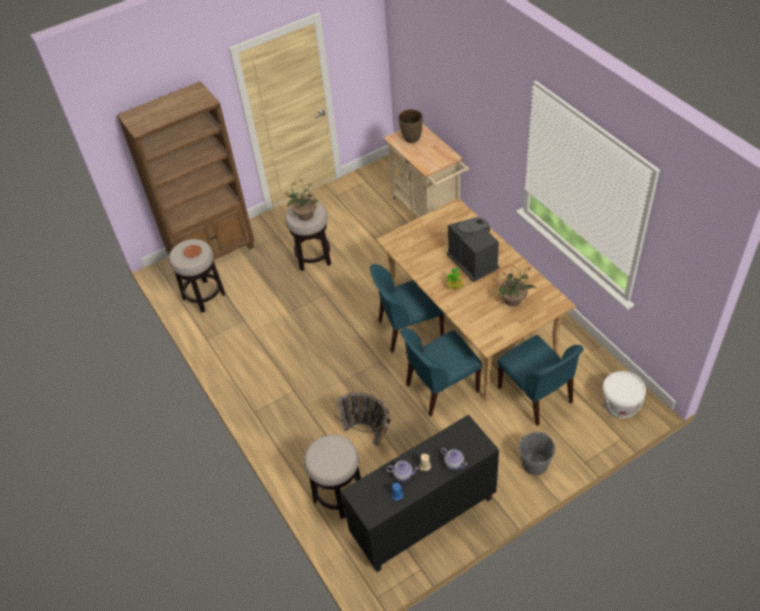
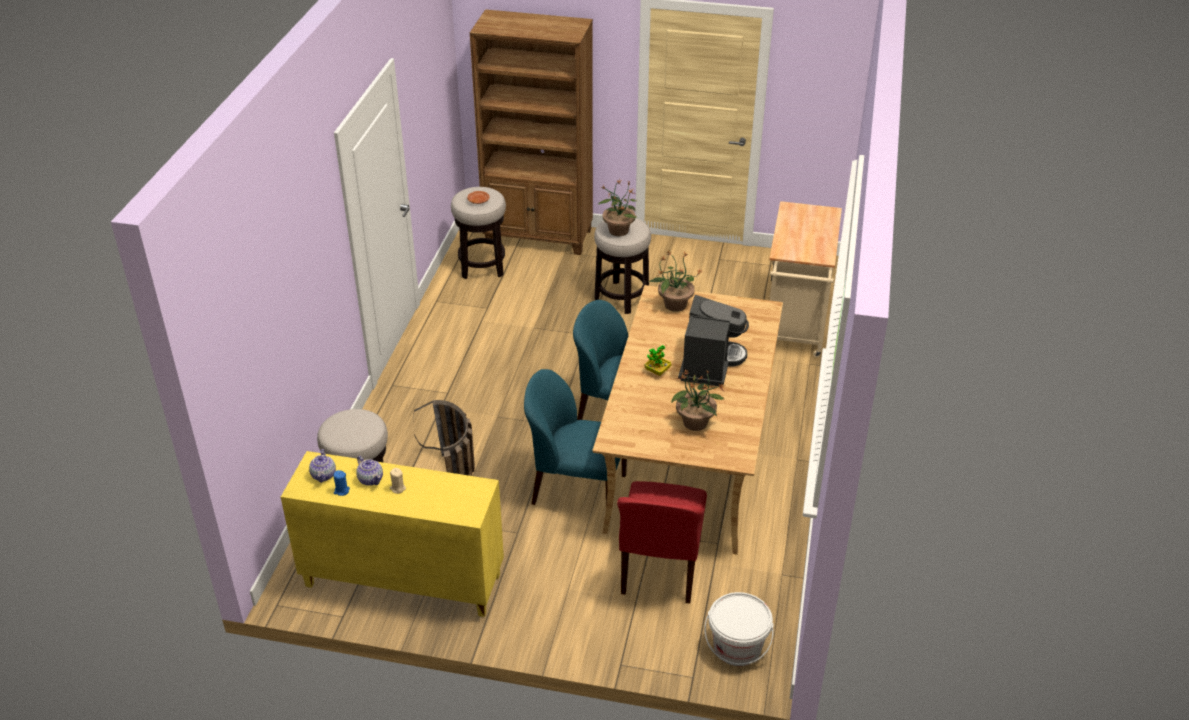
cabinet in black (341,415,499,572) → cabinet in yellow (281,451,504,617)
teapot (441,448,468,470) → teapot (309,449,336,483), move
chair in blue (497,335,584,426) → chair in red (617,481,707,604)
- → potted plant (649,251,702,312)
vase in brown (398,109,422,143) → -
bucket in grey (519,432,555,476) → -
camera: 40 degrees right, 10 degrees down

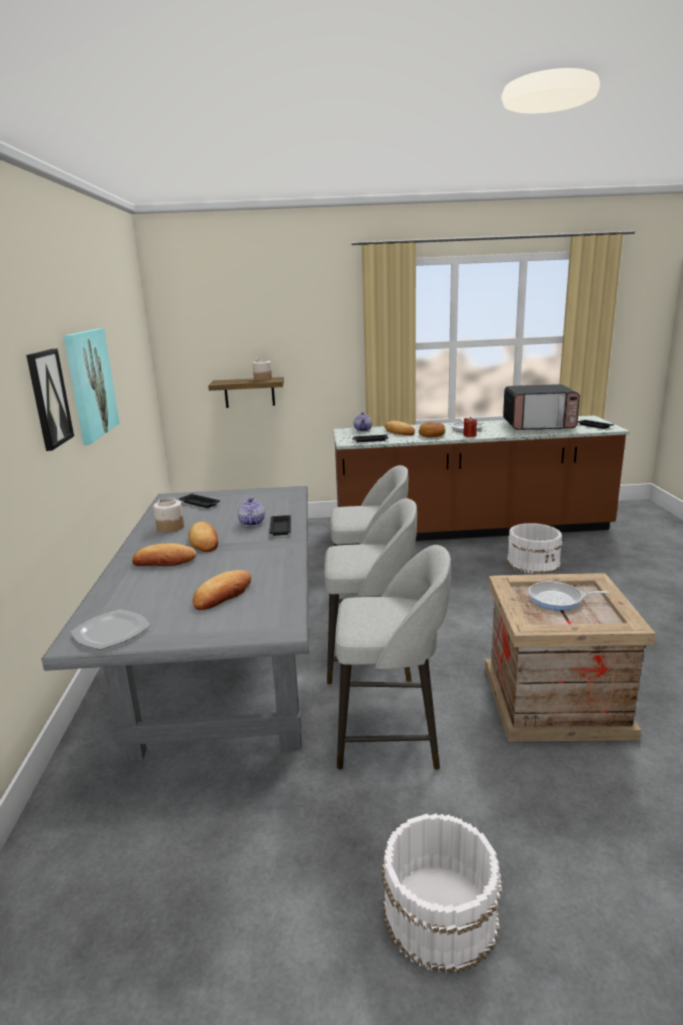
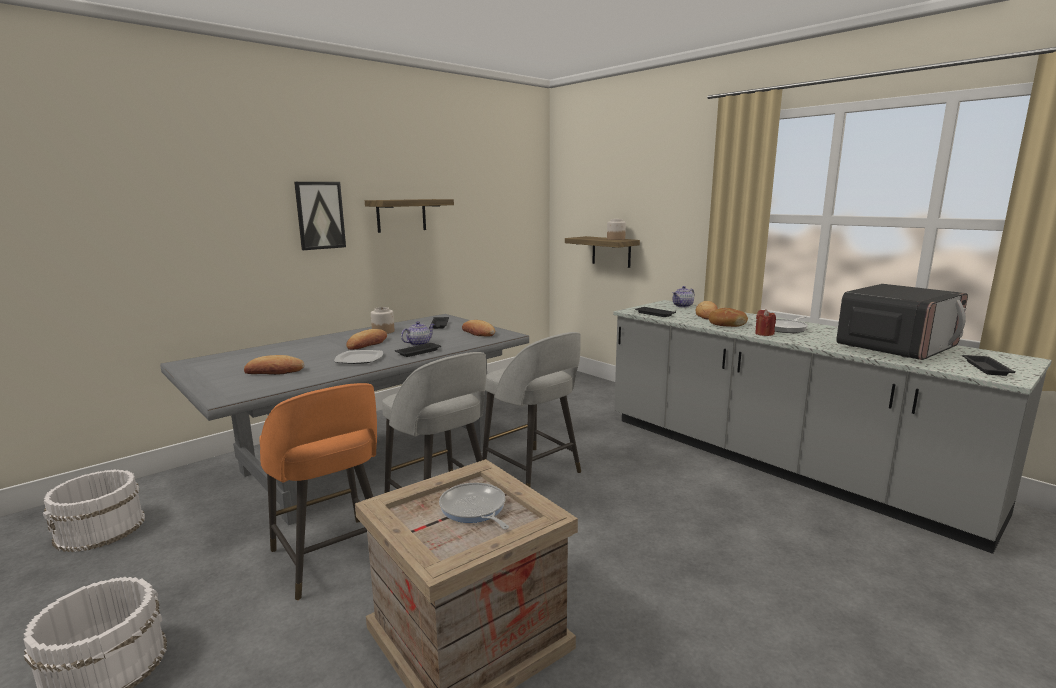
bucket in white (506,523,563,574) → bucket in white (43,469,145,552), move
stool in grey (335,545,451,770) → stool in orange (259,383,377,600)
plate (71,609,150,650) → plate (334,350,383,364), move
picture (64,328,119,445) → shelf (365,199,454,233)
bread (132,543,197,566) → bread (462,320,495,337), move
counter in brown (333,415,630,545) → counter in grey (613,300,1052,554)
microwave (503,384,580,430) → microwave (836,284,968,360), 90 degrees counterclockwise
camera: 50 degrees right, 5 degrees down

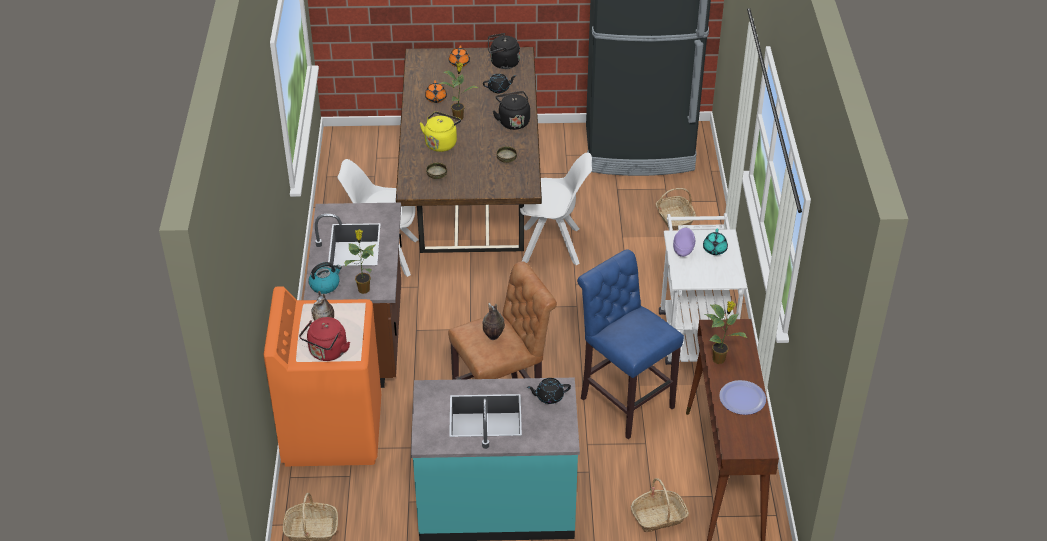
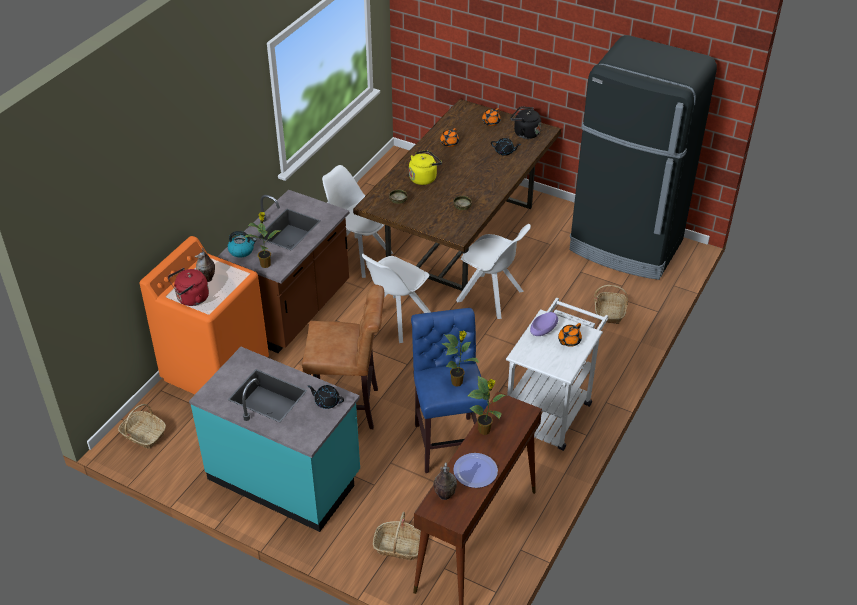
- → chair in white (362,254,431,343)
vase (482,303,505,340) → vase (433,463,457,500), move
potted plant (439,62,478,121) → potted plant (441,331,479,386), move
teapot in turquoise (703,228,728,255) → teapot in orange (558,323,582,347)
kettle in black (493,91,530,130) → -
camera: 30 degrees right, 0 degrees up

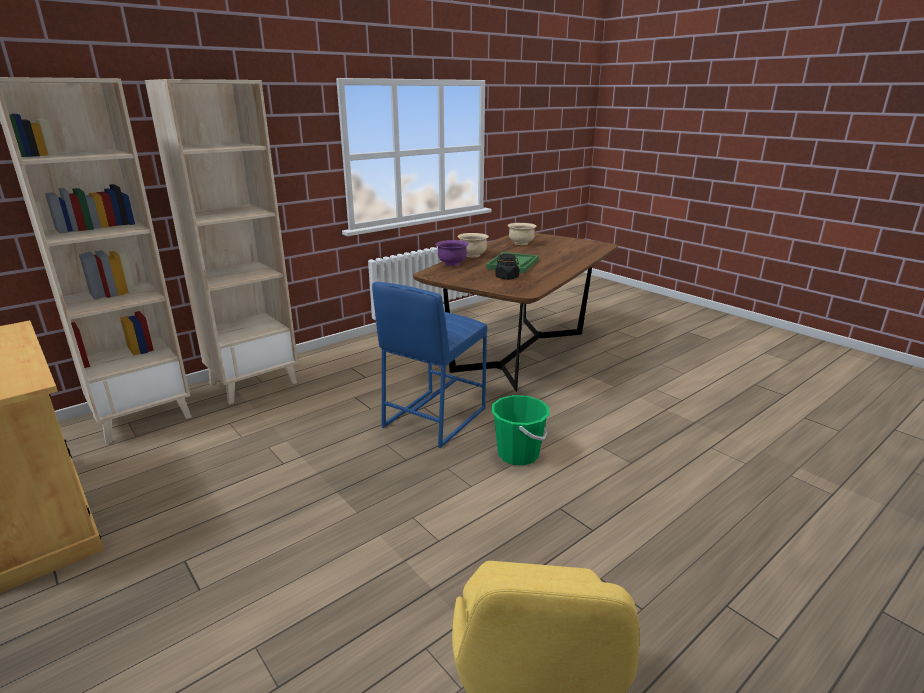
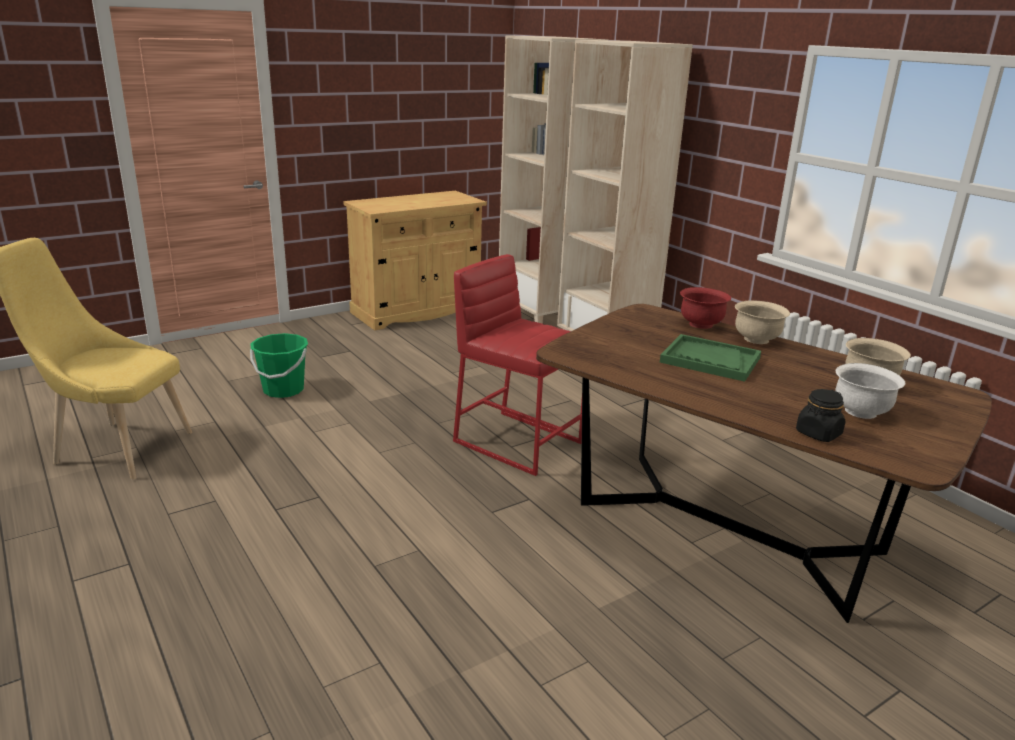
bucket in green (491,395,550,465) → bucket in green (250,333,308,398), move
stool in blue (372,282,487,448) → stool in red (453,254,582,476)
bowl in purple (435,240,469,266) → bowl in red (680,287,731,329)
jar in black (495,254,519,280) → jar in black (796,389,845,442), move
- → bowl in white (835,363,905,419)
camera: 95 degrees right, 0 degrees up

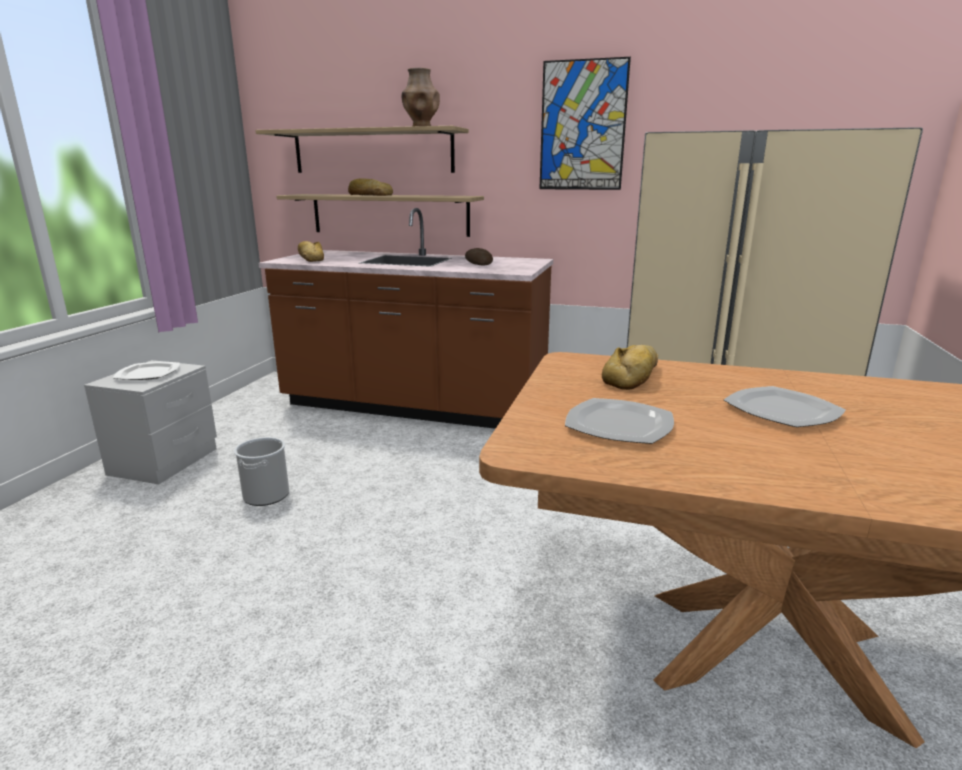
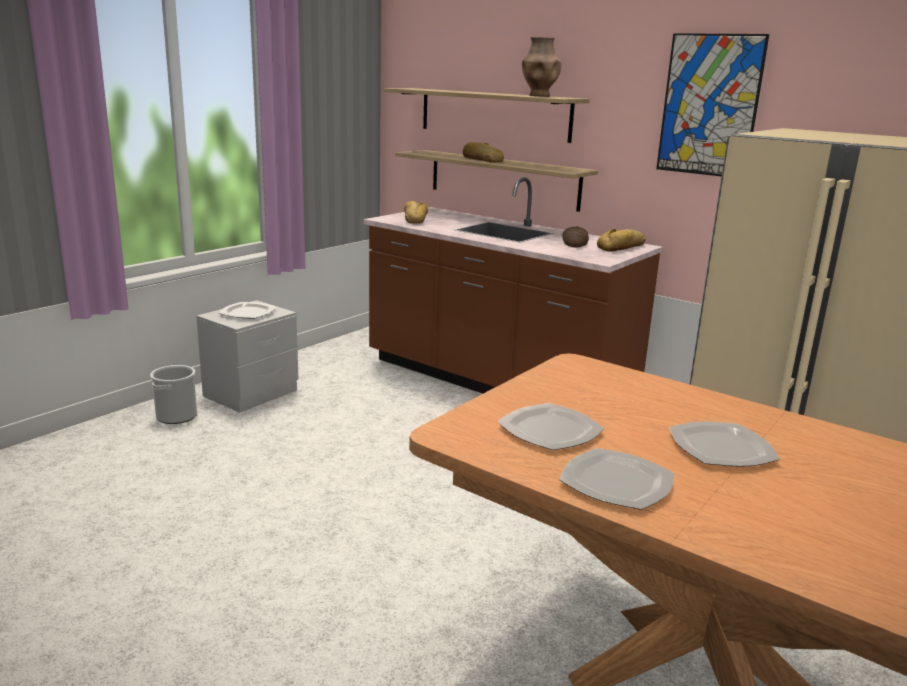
bucket (234,437,289,506) → bucket (150,365,197,424), move
- → plate (559,448,674,510)
bread (602,345,658,390) → bread (597,228,646,251), move
camera: 20 degrees right, 0 degrees up

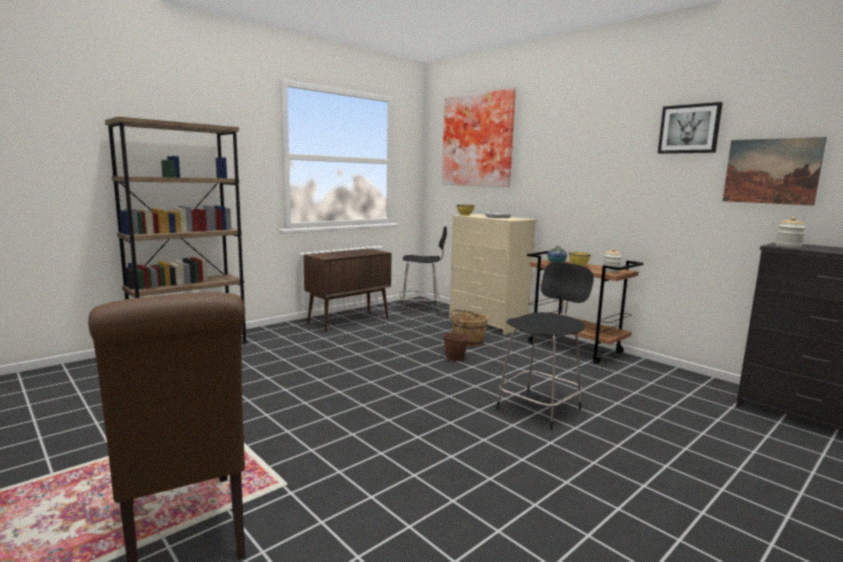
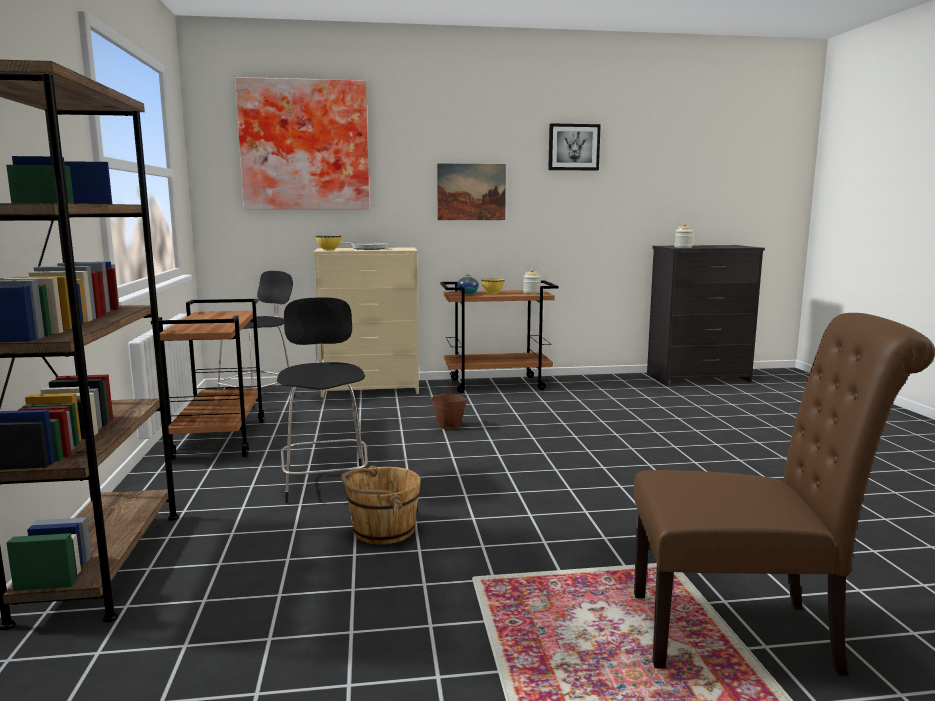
cabinet in brown (303,248,392,332) → cart in brown (151,299,264,460)
stool in black (496,262,594,430) → stool in black (277,297,368,503), move
bucket in brown (451,309,488,346) → bucket in brown (341,466,421,545), move
picture (723,137,827,206) → picture (437,163,506,220), move
camera: 55 degrees left, 0 degrees up

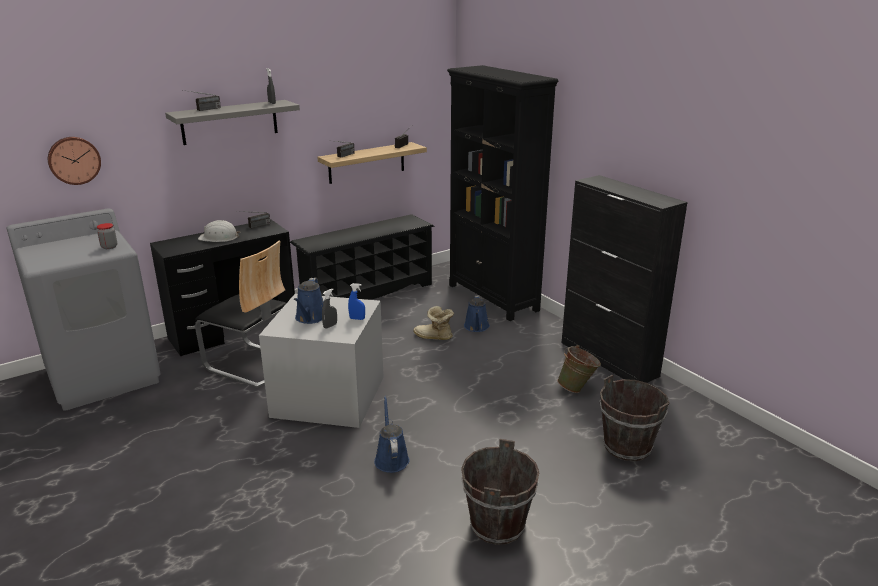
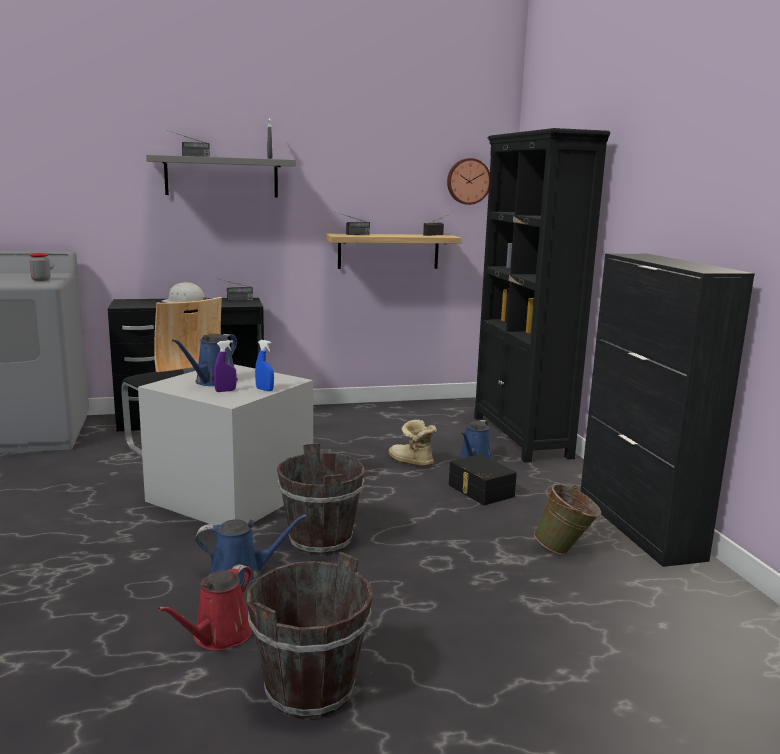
- → watering can in red (158,564,252,651)
watering can in blue (374,396,410,473) → watering can in blue (195,514,307,586), 75 degrees clockwise
spray bottle in grey (322,289,337,329) → spray bottle in purple (213,340,237,392)
bucket in brown (600,375,669,461) → bucket in brown (277,443,365,556), move
wall clock (48,137,101,185) → wall clock (447,158,490,205), move
- → storage box in black (449,454,517,505)
shoe rack in black (290,214,435,300) → -
camera: 20 degrees right, 10 degrees down

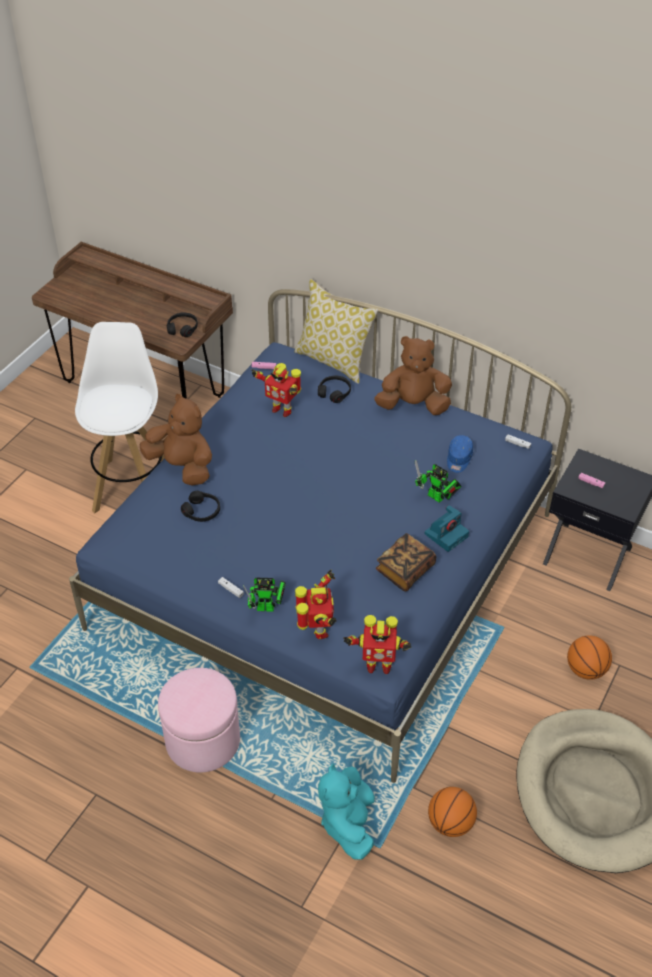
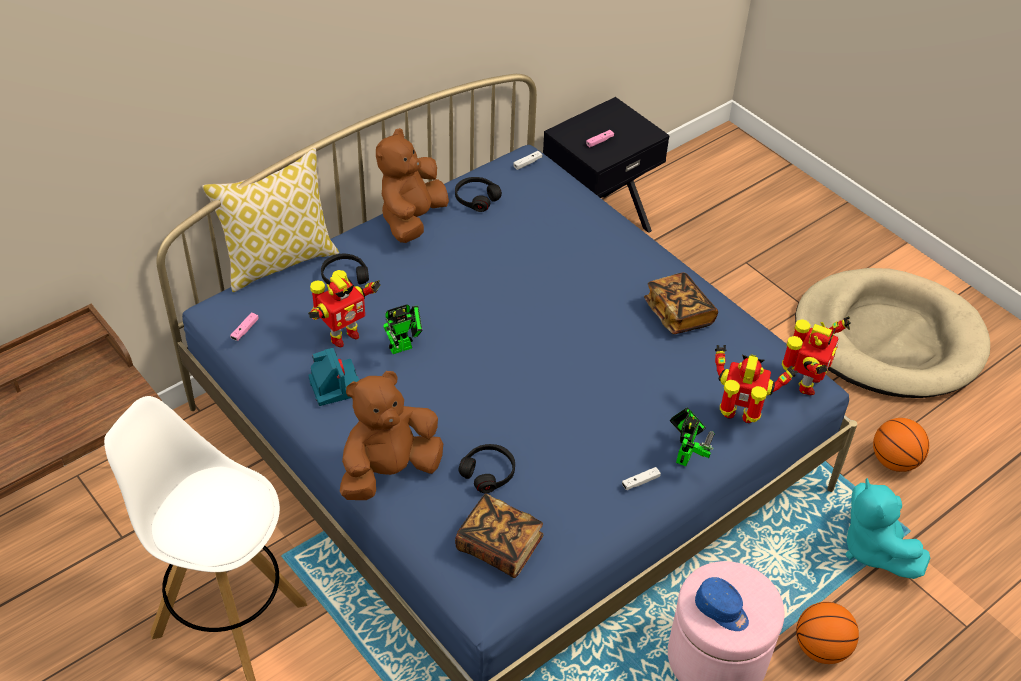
photo camera (425,505,469,552) → photo camera (308,348,359,406), move
toy robot (415,460,462,503) → toy robot (383,304,422,354), move
headphones in black (167,313,198,337) → headphones in black (455,177,502,212), move
- → book (455,494,544,578)
cap in blue (447,435,473,473) → cap in blue (695,577,749,631), move
basketball (567,635,612,680) → basketball (796,602,859,664), move
plush toy in turquoise (318,764,375,860) → plush toy in turquoise (845,478,930,579), 45 degrees clockwise
camera: 70 degrees left, 0 degrees up

